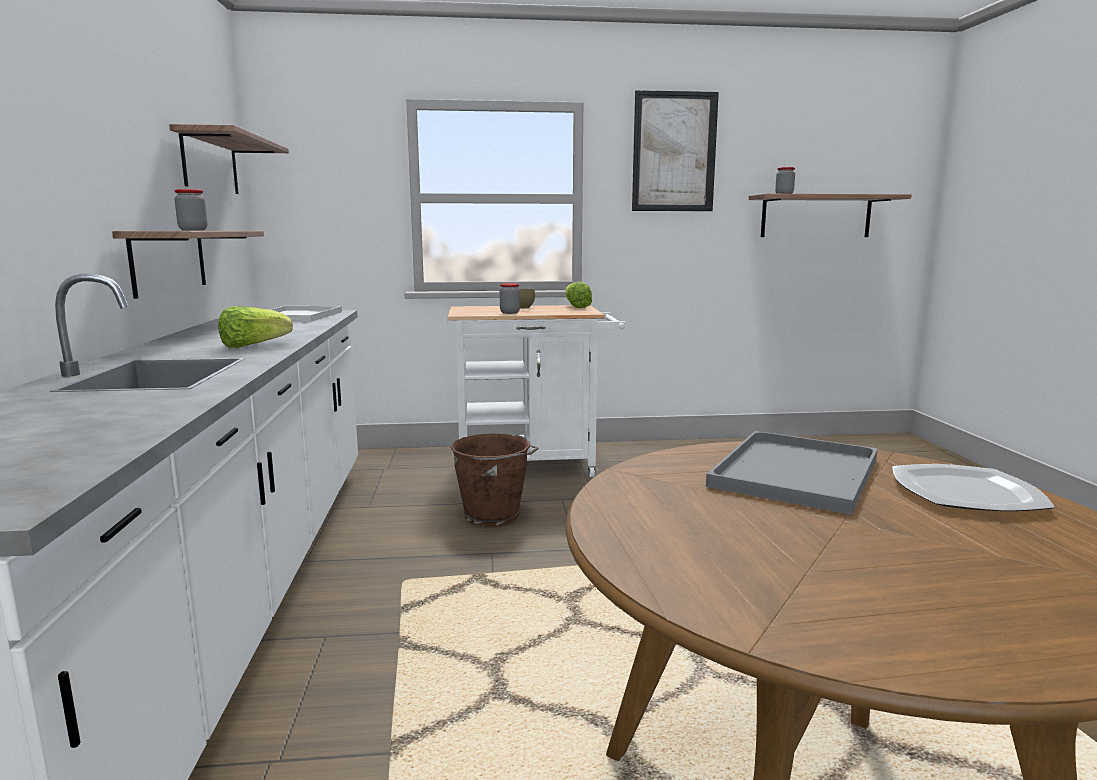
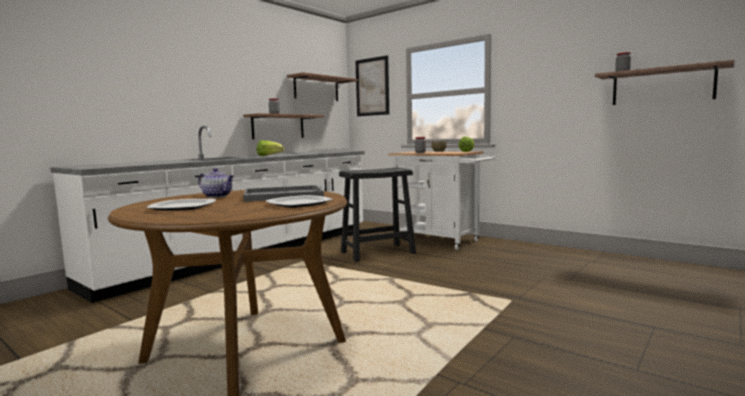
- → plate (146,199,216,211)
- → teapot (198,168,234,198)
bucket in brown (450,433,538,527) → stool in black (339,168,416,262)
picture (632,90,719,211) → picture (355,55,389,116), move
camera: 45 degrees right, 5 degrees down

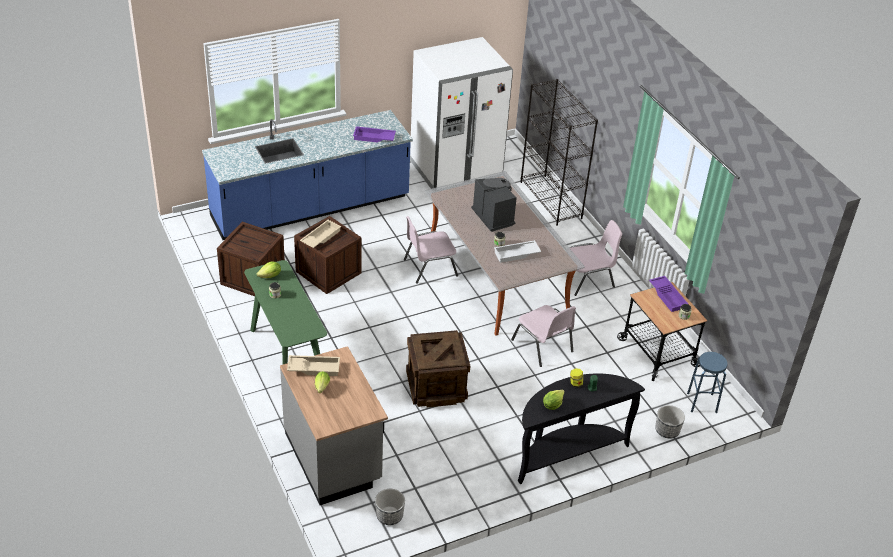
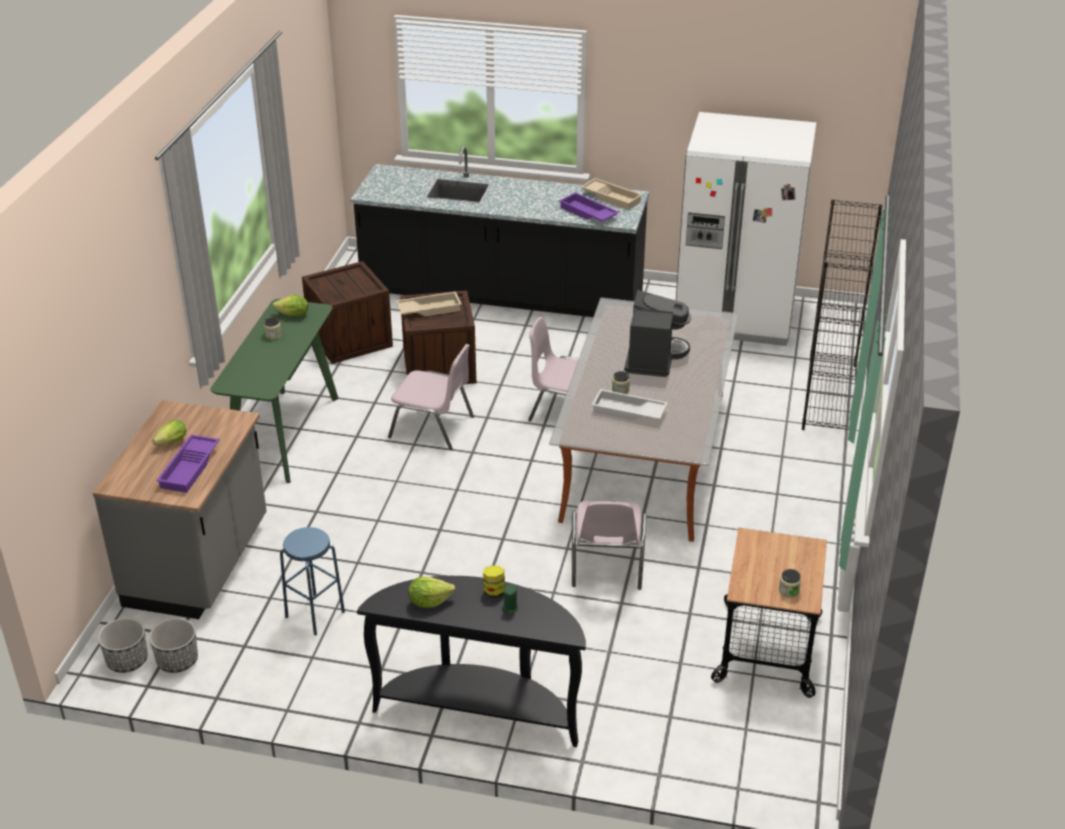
planter (655,405,685,438) → planter (98,618,148,673), move
tray in purple (649,276,688,312) → tray in purple (156,435,220,493), move
stool in blue (687,352,728,413) → stool in blue (280,527,345,635), move
counter in blue (202,110,413,240) → counter in black (351,147,649,317)
chair in pink (570,220,622,296) → chair in pink (388,344,474,450), move
tray in beige (287,355,340,376) → tray in beige (581,178,643,210), move
crate (406,330,470,407) → -
camera: 40 degrees right, 5 degrees down

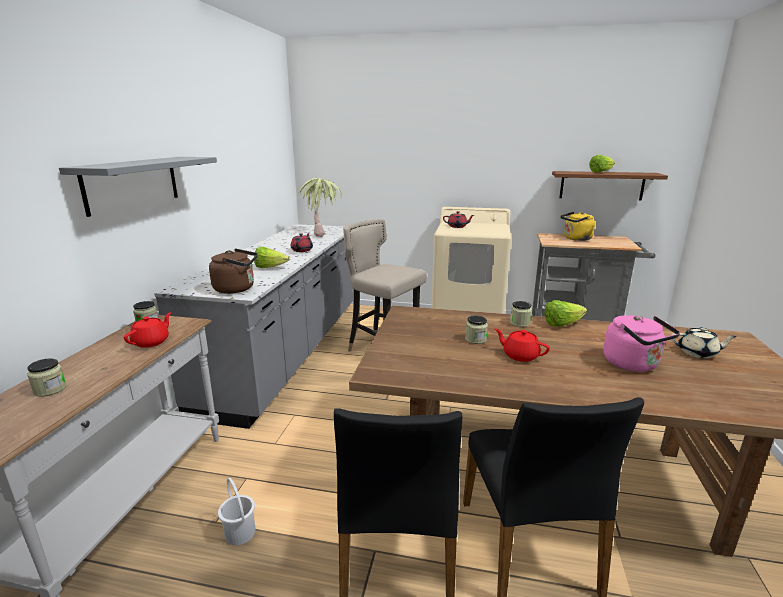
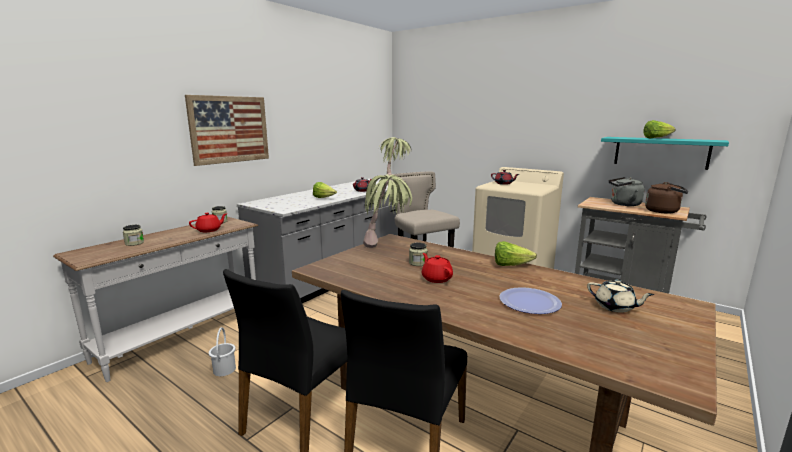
shelf in grey (59,157,217,217) → picture (185,95,269,166)
- → potted plant (363,174,412,248)
kettle in pink (603,315,680,372) → plate (499,287,562,314)
shelf in brown (552,171,668,201) → shelf in turquoise (601,137,729,170)
kettle in yellow (560,212,595,241) → kettle in grey (609,177,645,206)
kettle in brown (209,249,258,294) → kettle in brown (645,182,688,214), move
jar (510,301,532,327) → -
camera: 25 degrees right, 5 degrees down

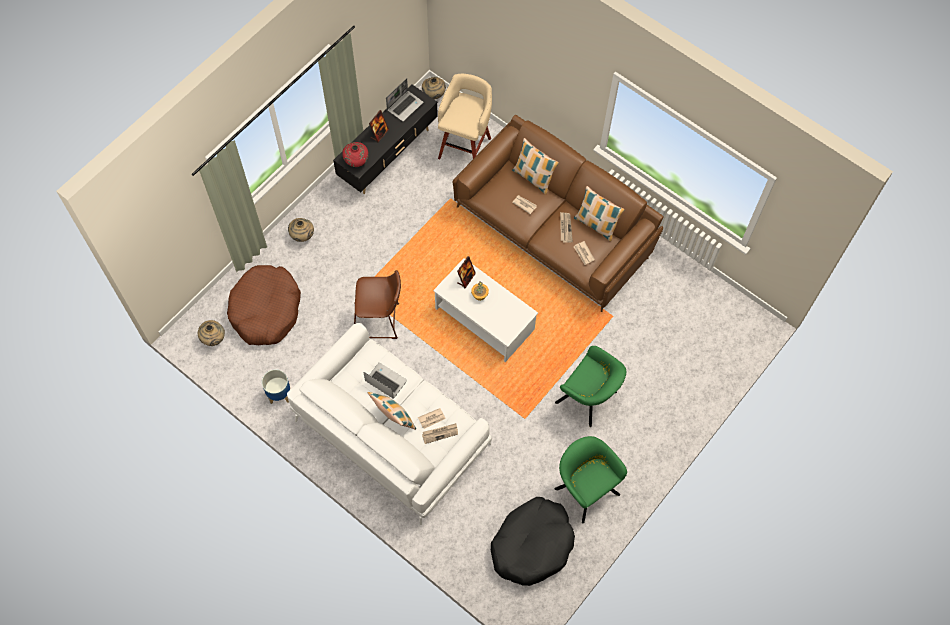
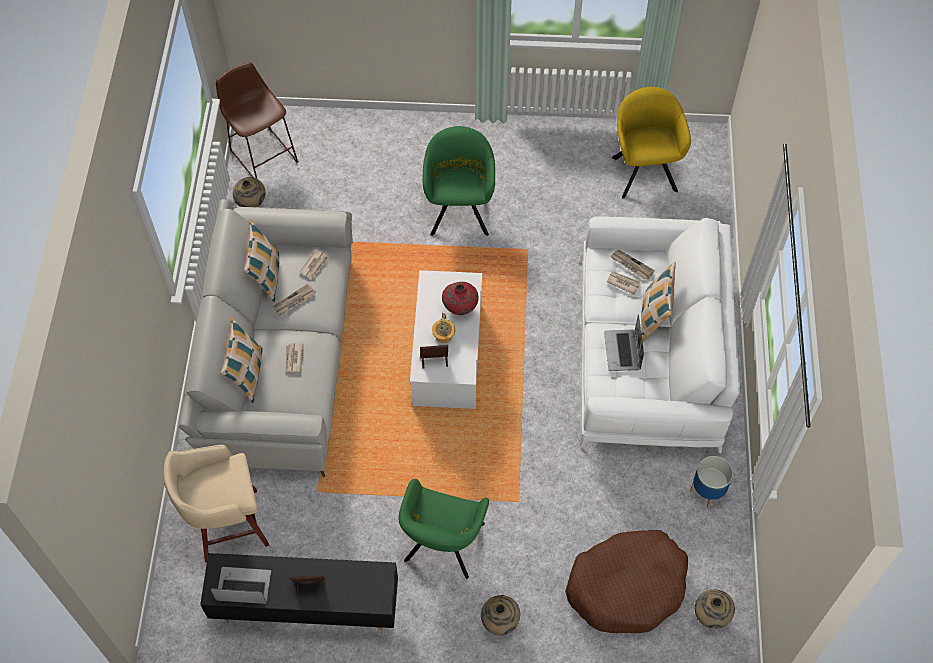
sofa in brown (453,115,664,312) → sofa in grey (179,199,353,477)
stool in brown (354,270,401,339) → stool in brown (216,62,299,178), move
vase in beige (422,77,446,99) → vase in beige (233,177,266,207), move
armchair in green (555,436,627,523) → armchair in green (399,479,489,579), move
vase in red (342,142,369,167) → vase in red (442,282,479,315), move
dog bed in black (491,497,575,586) → armchair in yellow (612,87,691,199)
camera: 125 degrees left, 5 degrees down

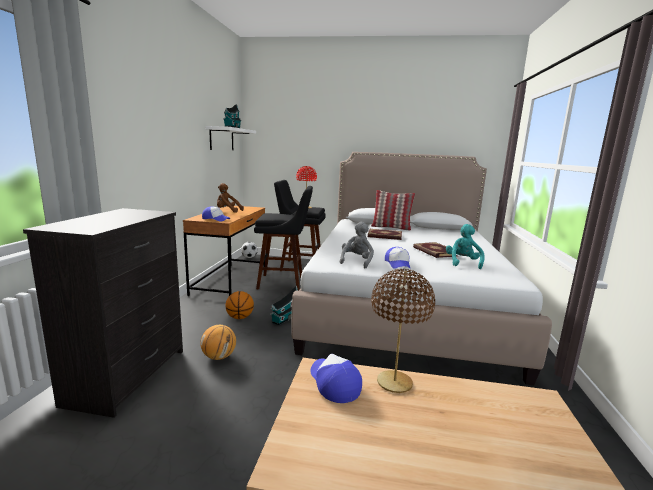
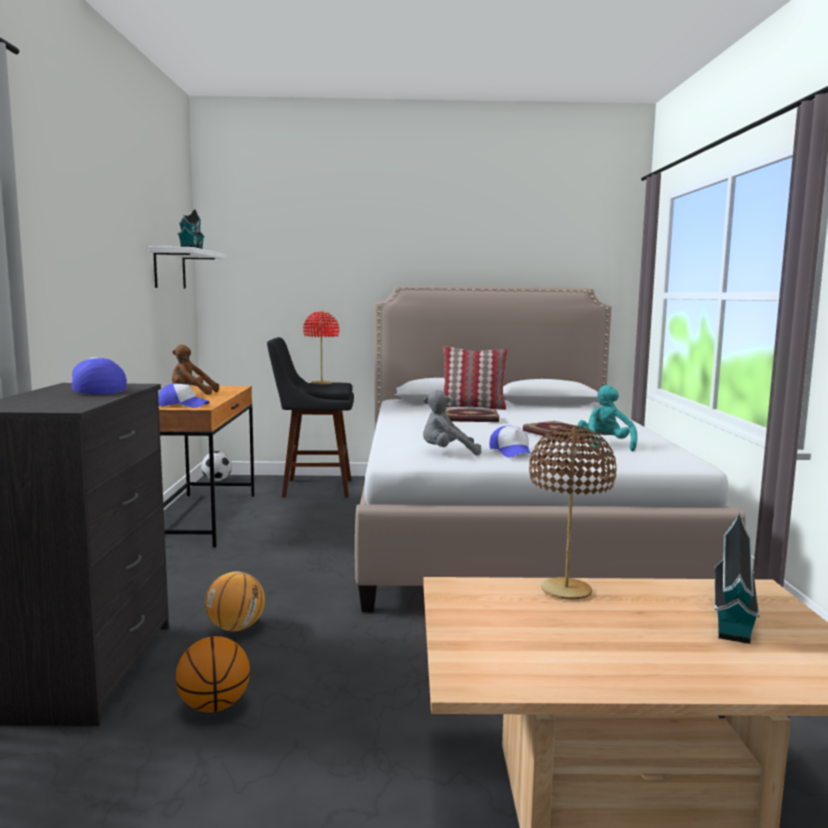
cap (310,354,362,403) → cap (72,357,127,395), move
basketball (225,291,254,319) → basketball (176,636,250,713), move
plush toy in grey (340,222,374,269) → plush toy in grey (423,390,481,455), 105 degrees counterclockwise
toy house (271,286,298,325) → toy house (714,511,760,644), move
stool in black (254,186,313,291) → -
camera: 10 degrees left, 5 degrees down

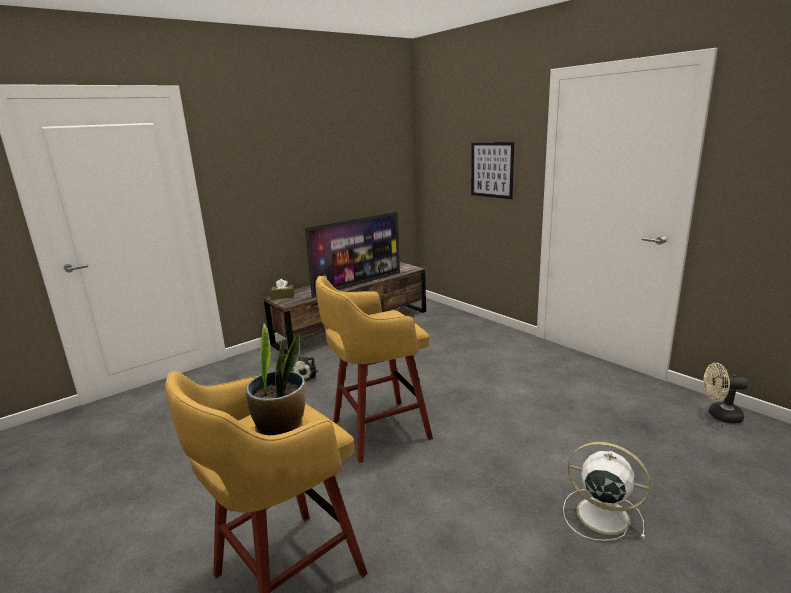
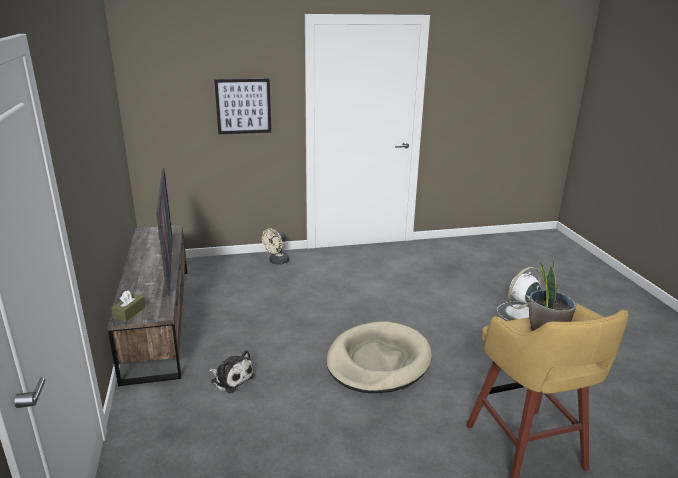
fan in beige (703,363,748,423) → fan in beige (262,229,289,265), move
stool in yellow (315,276,433,463) → dog bed in beige (326,321,432,393)
camera: 65 degrees left, 5 degrees up

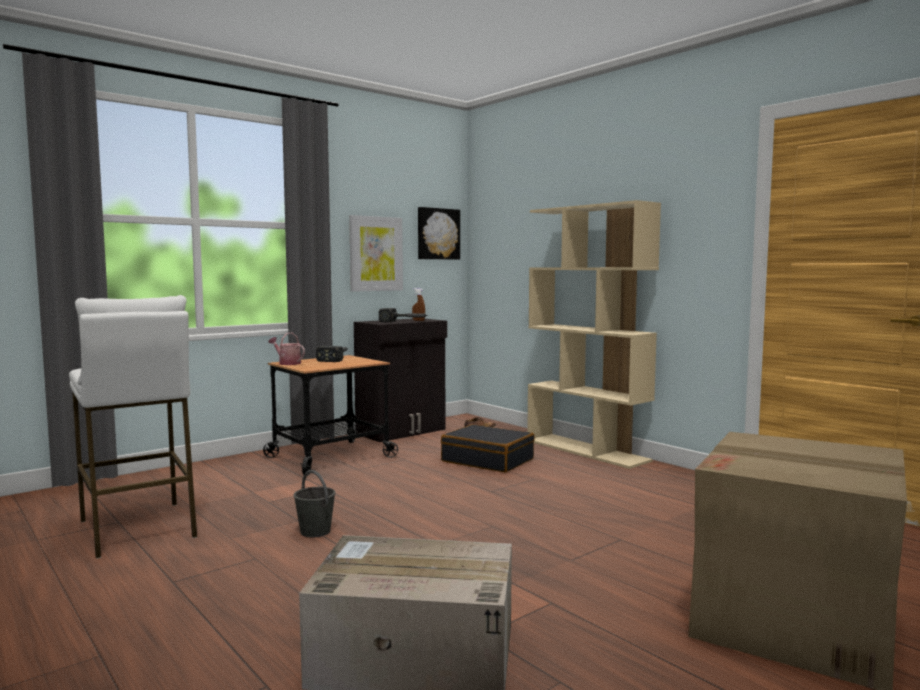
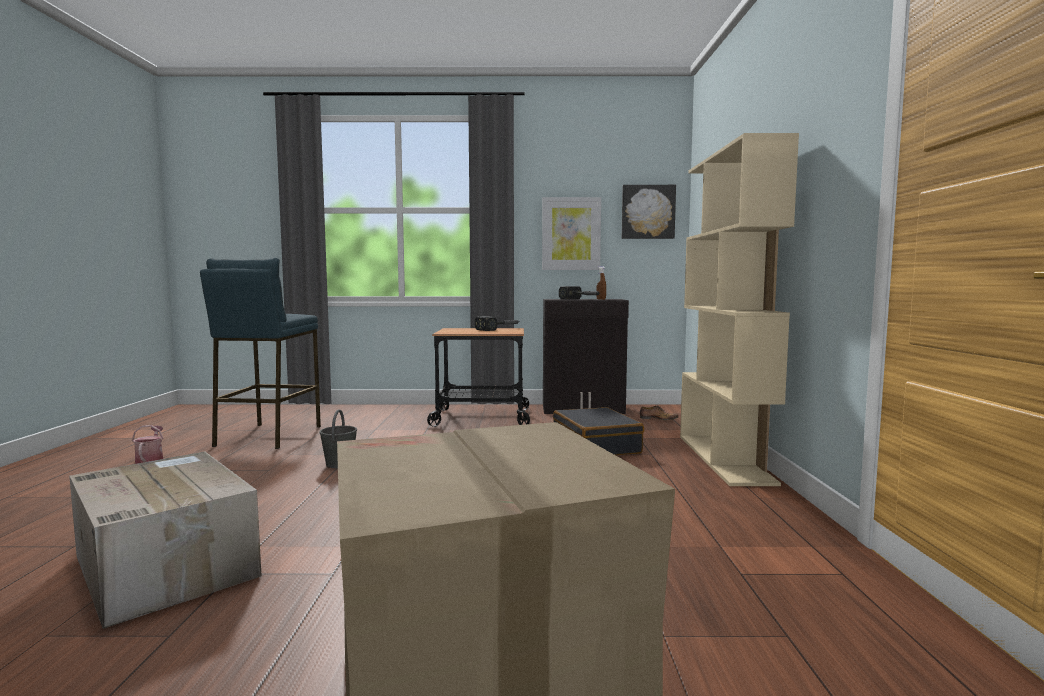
watering can (268,333,305,365) → watering can (132,425,163,464), move
stool in white (69,295,197,559) → stool in blue (200,258,321,449)
camera: 40 degrees right, 0 degrees up

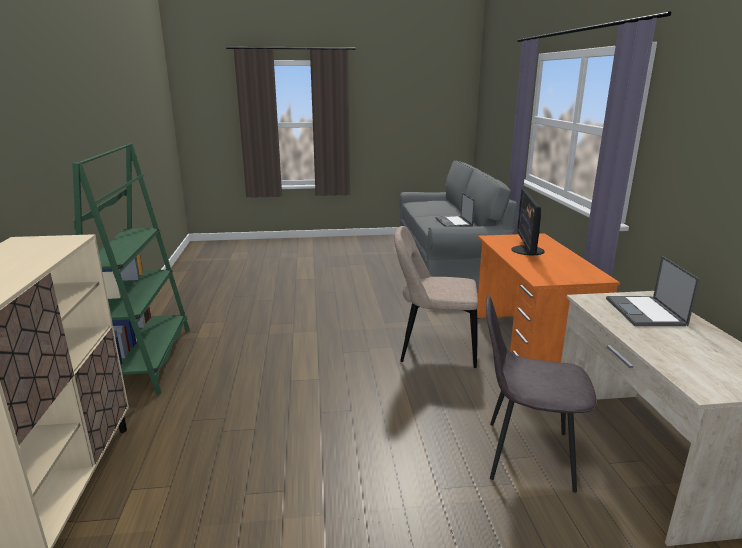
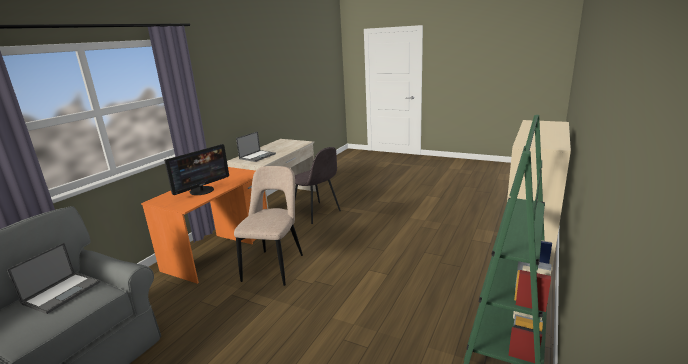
chair in beige (394,226,478,368) → chair in beige (234,166,303,286), 120 degrees counterclockwise
camera: 145 degrees left, 0 degrees up

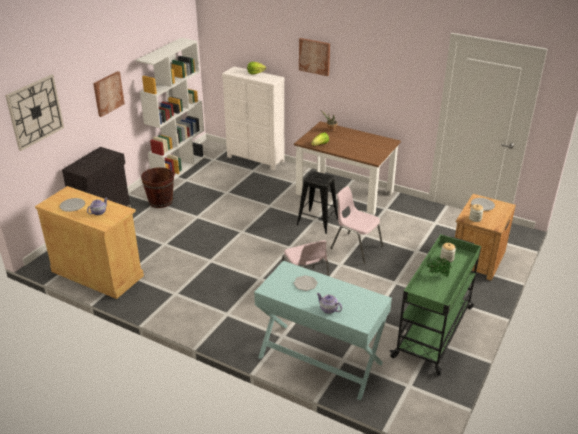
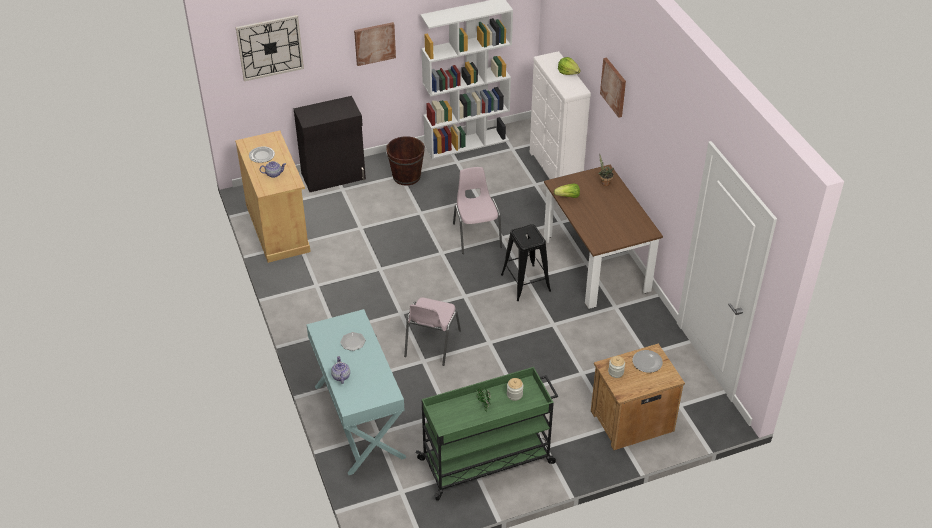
chair in pink (330,186,383,264) → chair in pink (453,167,502,254), move
camera: 40 degrees right, 10 degrees up

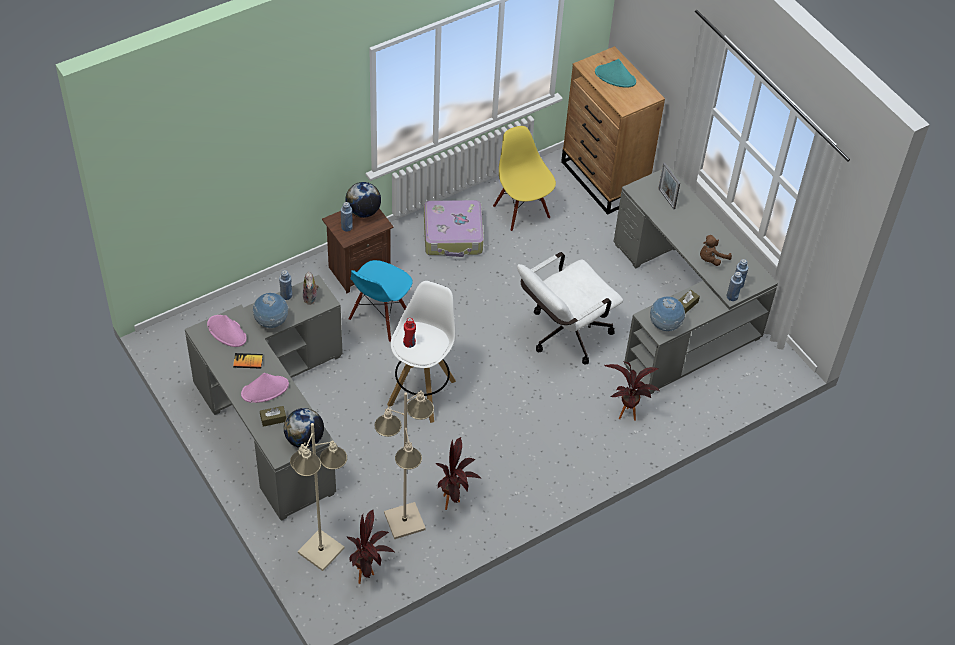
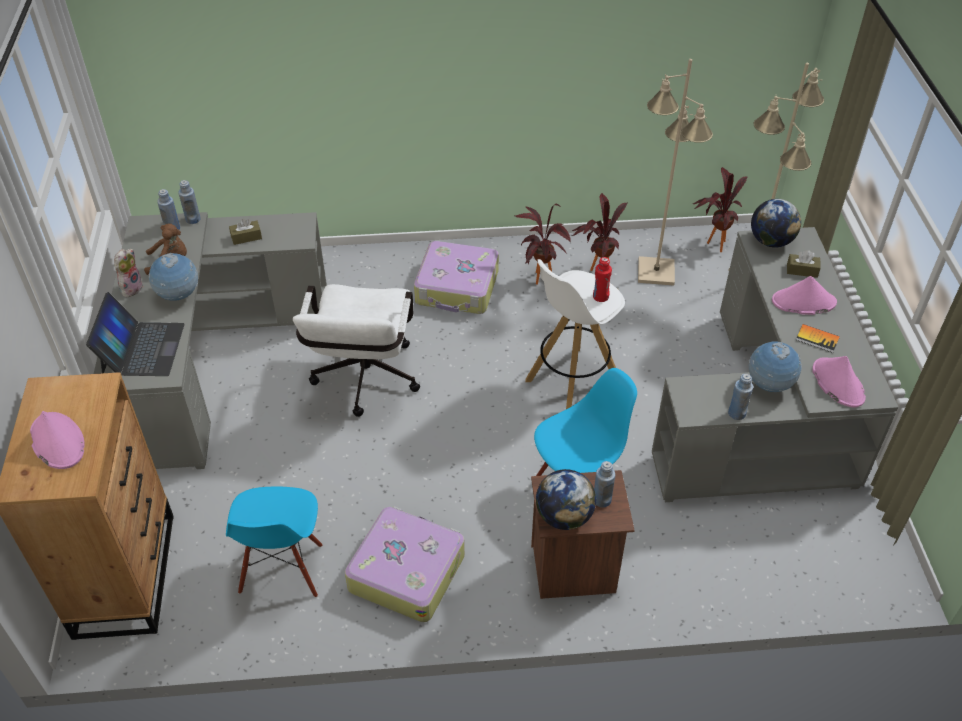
hat in turquoise (595,59,636,88) → hat in pink (30,411,85,469)
picture frame (658,163,680,209) → laptop (86,292,185,376)
plush toy (303,271,319,305) → plush toy (114,249,144,297), move
globe (650,296,685,331) → globe (149,253,198,301), move
chair in yellow (493,126,556,231) → chair in blue (226,487,323,598)
office chair in white (517,252,623,365) → office chair in white (293,284,420,417), 105 degrees clockwise
- → suitcase (414,241,499,314)
potted plant (604,361,660,421) → potted plant (514,204,571,285), move
camera: 150 degrees left, 5 degrees down

